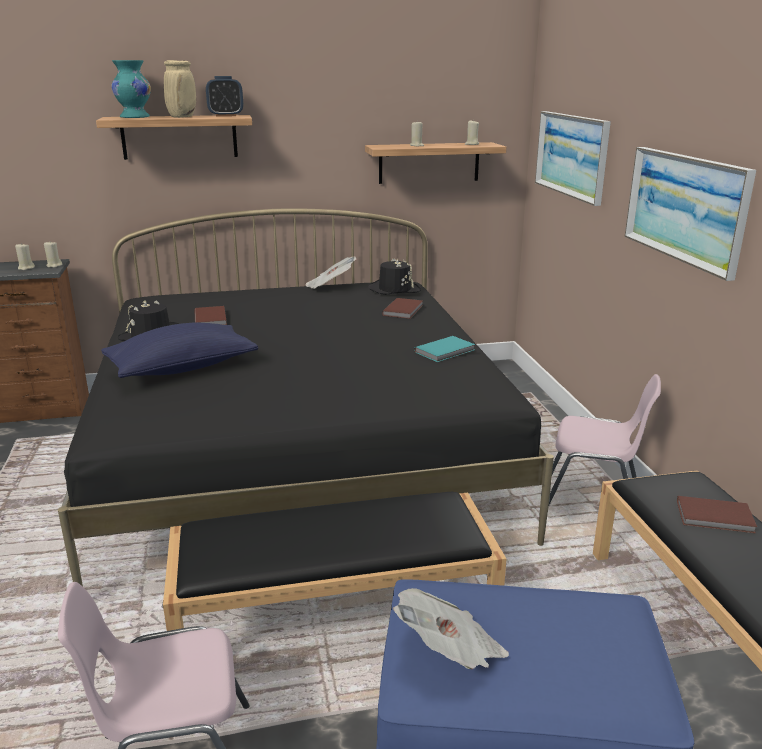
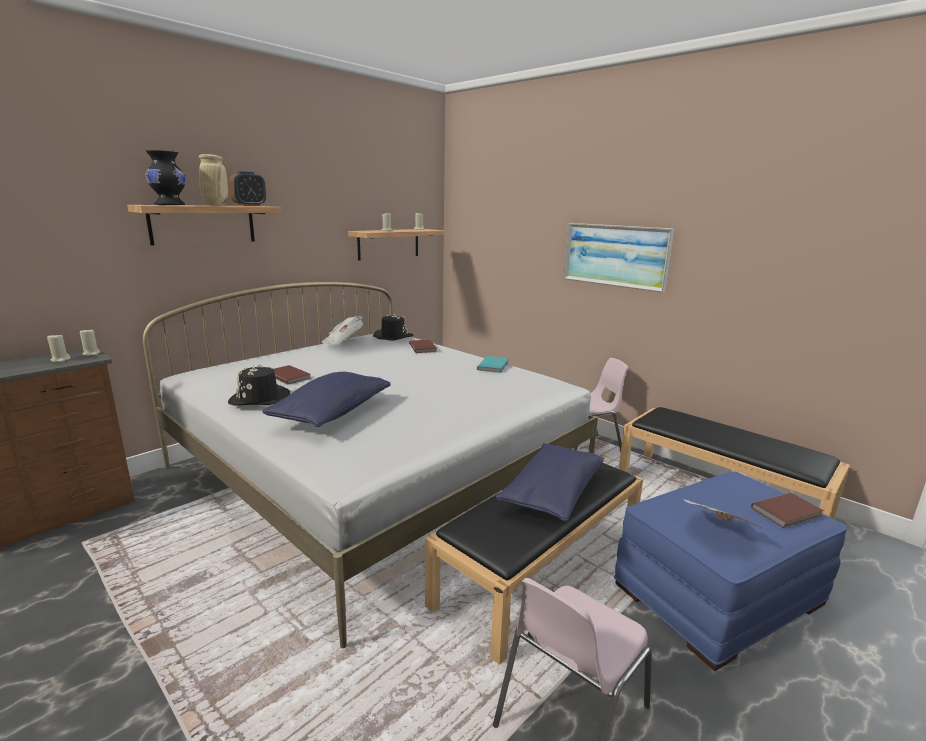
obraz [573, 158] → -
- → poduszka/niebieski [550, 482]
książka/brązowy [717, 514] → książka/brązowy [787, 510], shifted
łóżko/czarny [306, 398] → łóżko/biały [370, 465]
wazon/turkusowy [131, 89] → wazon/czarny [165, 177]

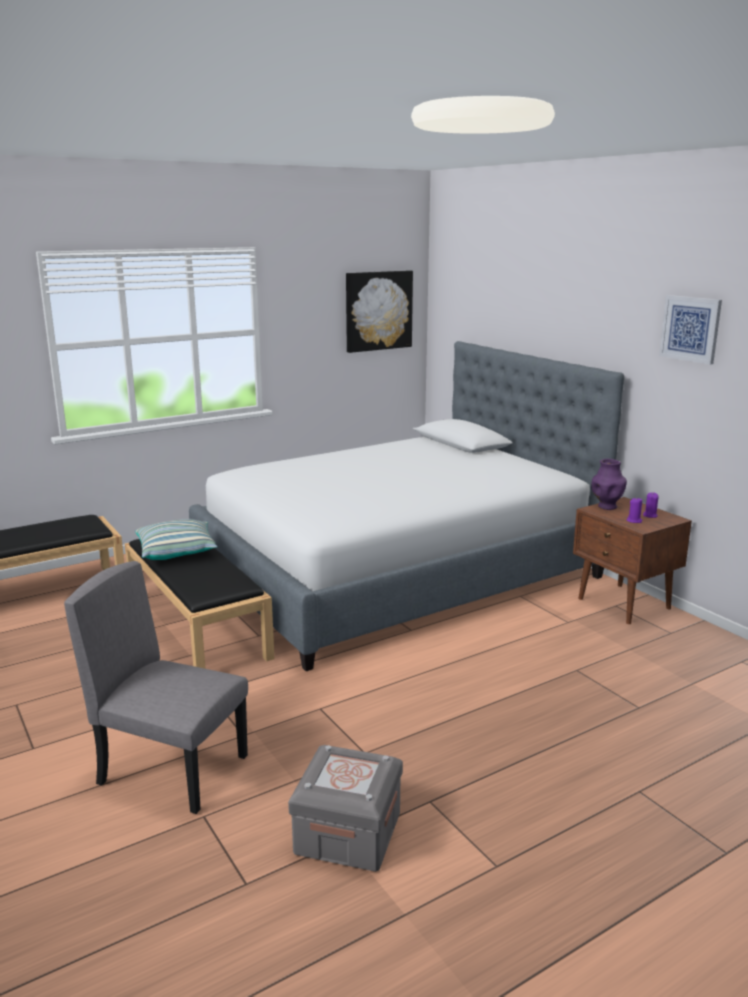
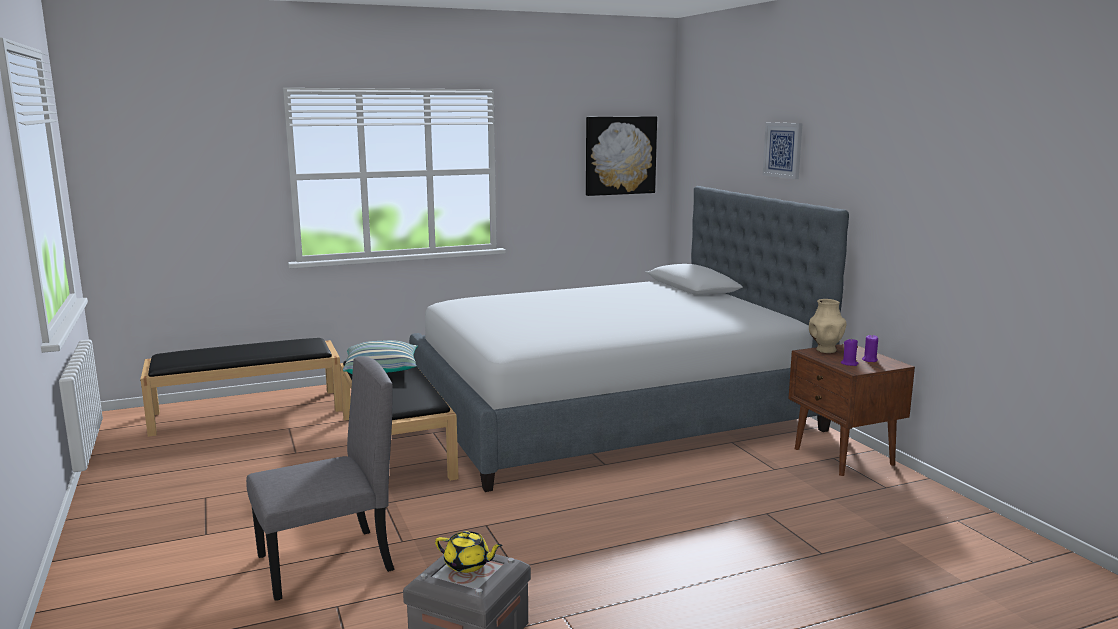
- → imbryk/żółty [469, 552]
obraz [690, 330] → obraz [782, 150], shifted
wazon/fioletowy [609, 484] → wazon/beżowy [828, 326]
krzesło/szary [156, 687] → krzesło/szary [320, 478], 120 degrees clockwise

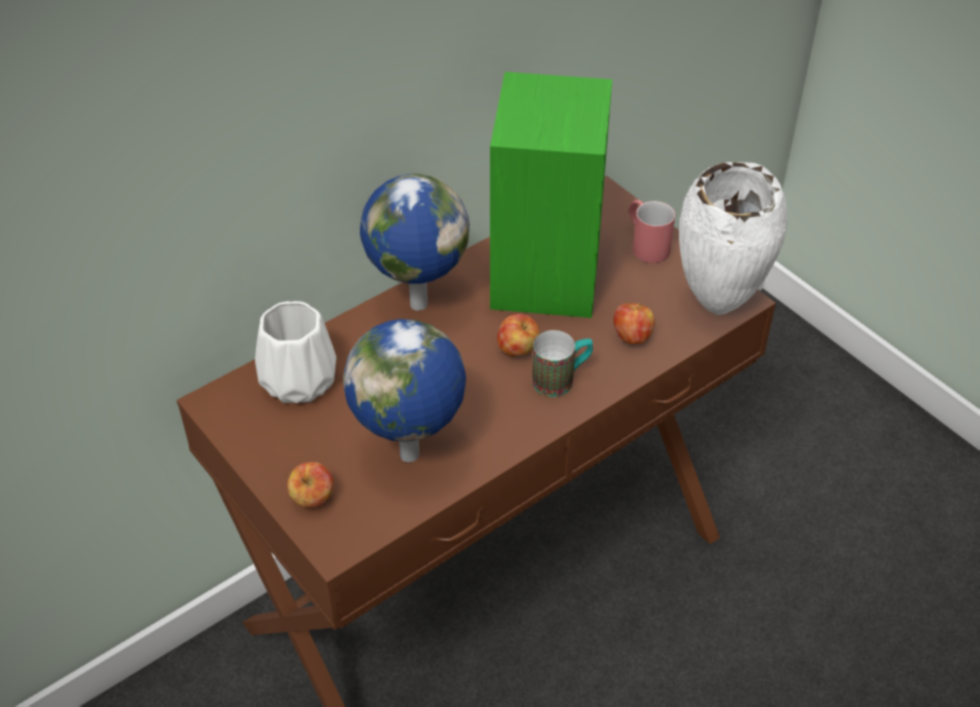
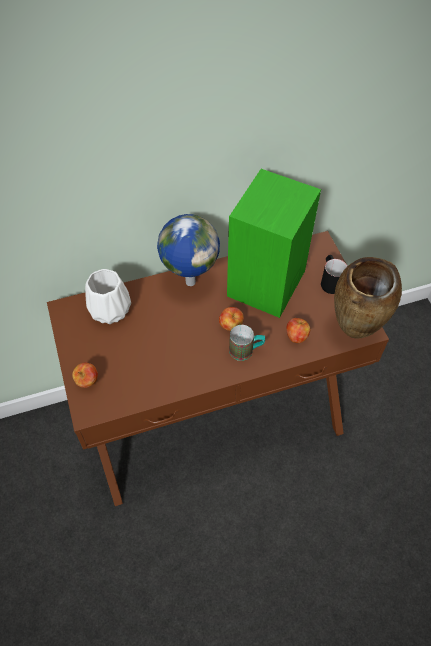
globus [404, 390] → -
kubek/czerwony [651, 231] → kubek/czarny [334, 274]
wazon/biały [733, 238] → wazon/brązowy [368, 298]

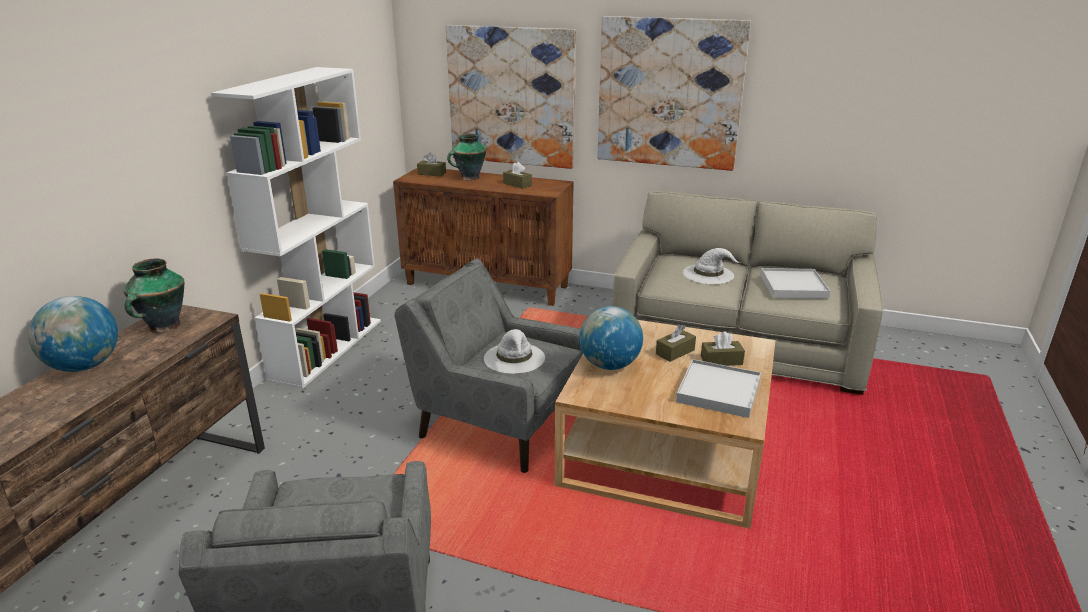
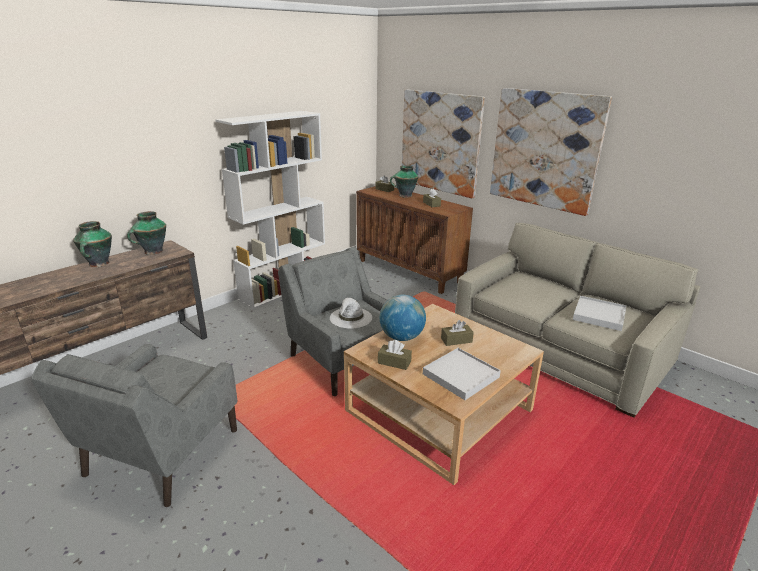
kapelusz/biały [711, 266] → -
pudełko chusteczek/brązowy [723, 348] → pudełko chusteczek/brązowy [395, 355], shifted
globus [73, 334] → wazon [92, 244]

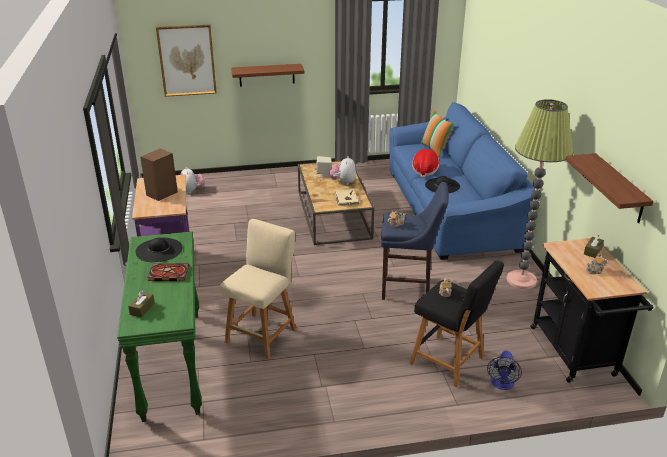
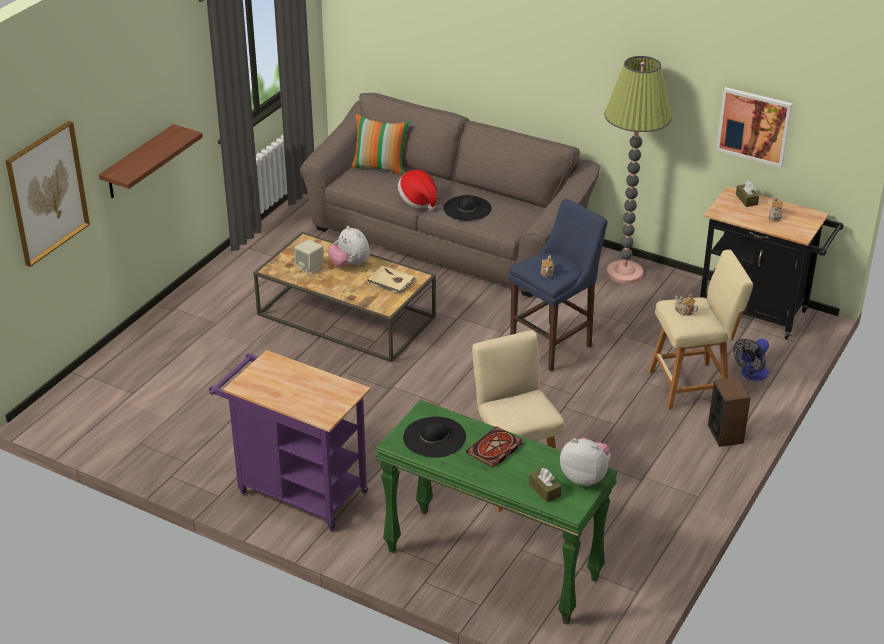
głośnik [159, 175] → głośnik [729, 412], shifted
pluszak [193, 180] → pluszak [585, 462], shifted
półka [609, 188] → obraz [754, 127]
kanapa/niebieski [464, 181] → kanapa/brązowy [450, 195]
stołek/czarny [456, 324] → stołek/beżowy [700, 330]
wentylator [504, 370] → wentylator [751, 360], 75 degrees clockwise

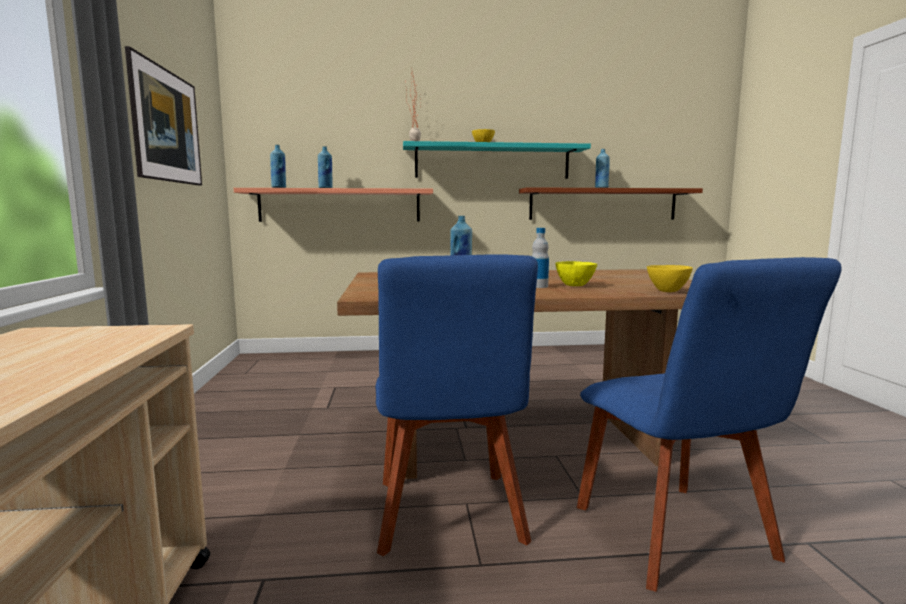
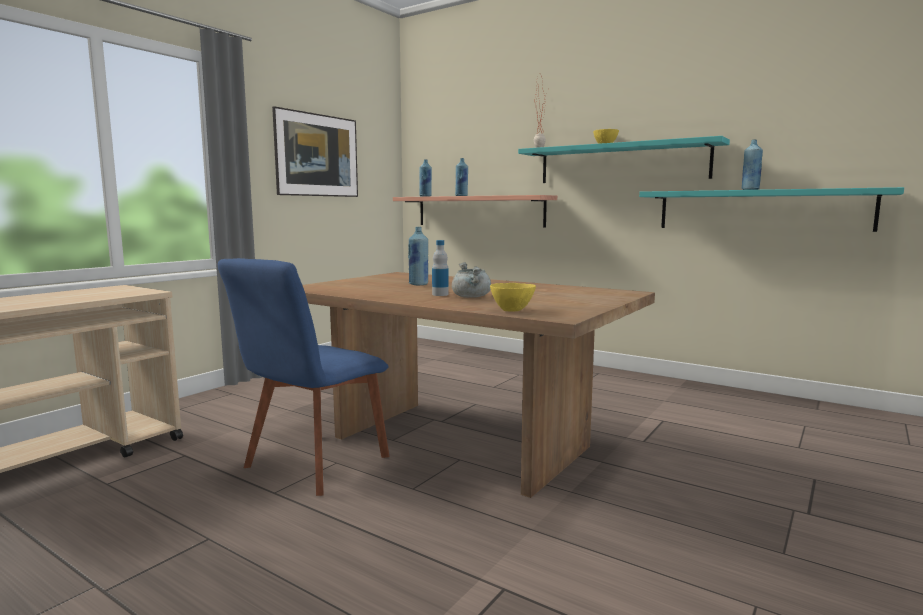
krzesło/niebieski [709, 424] → -
miska/żółty [576, 273] → garnek/szary [471, 280]
półka/brązowy [611, 203] → półka/turkusowy [771, 209]

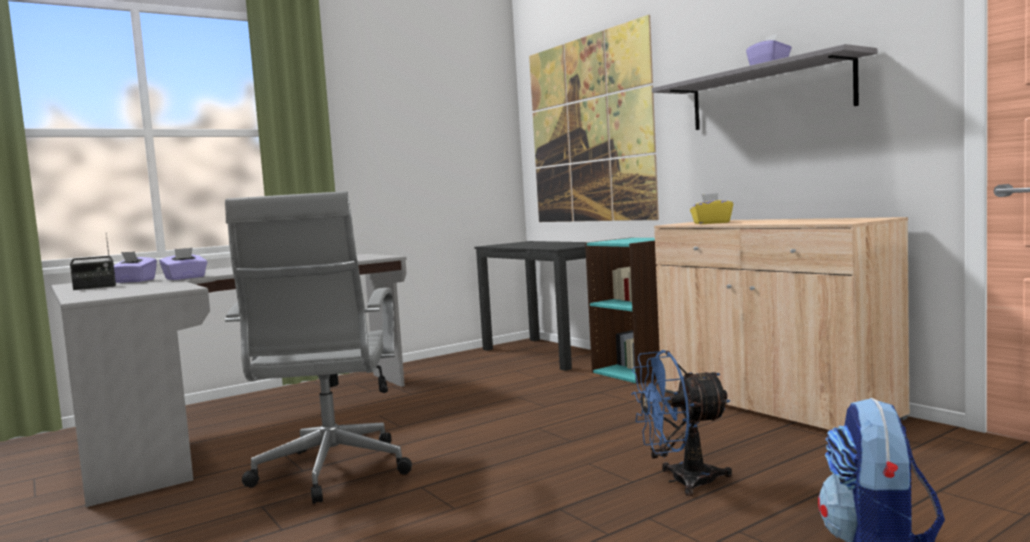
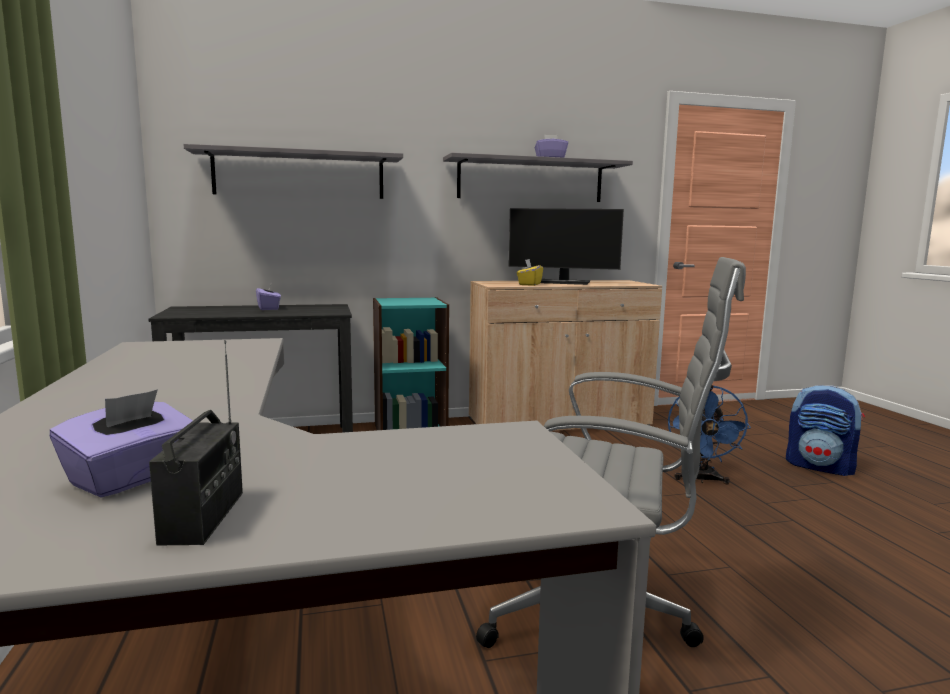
- → monitor [566, 246]
pudełko chusteczek/fioletowy [183, 263] → pudełko chusteczek/fioletowy [268, 297], shifted
obraz [594, 118] → półka/szary [293, 171]

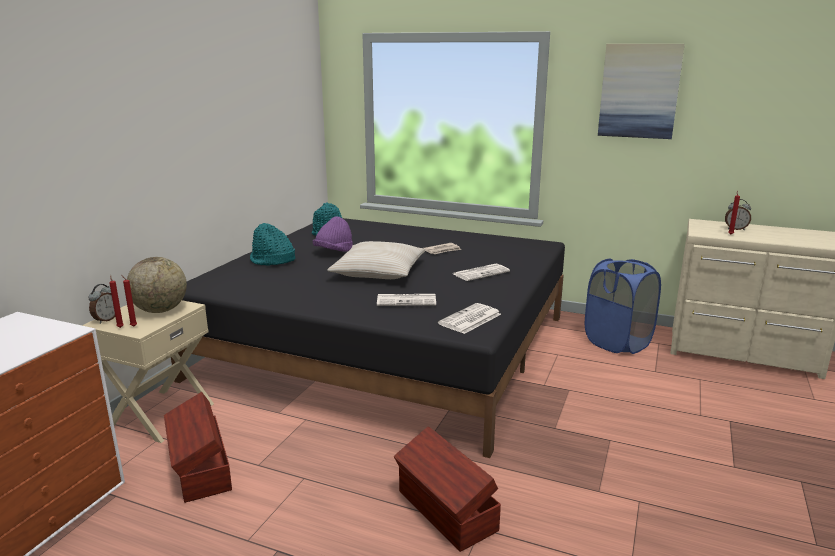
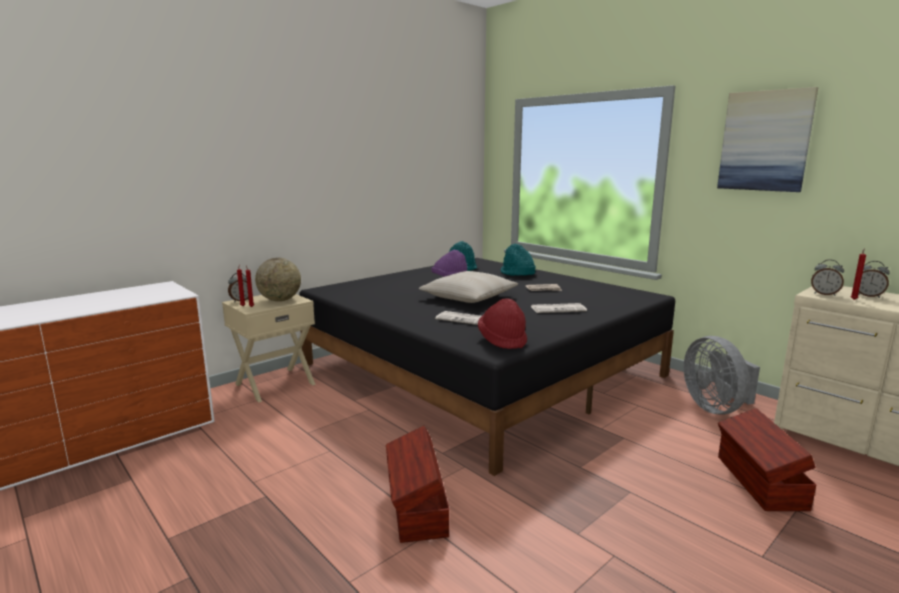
- → budzik [827, 277]
pojemnik do przechowywania/brązowy [198, 447] → pojemnik do przechowywania/brązowy [767, 459], shifted
kapelusz/turkusowy [272, 244] → kapelusz/turkusowy [518, 260], shifted
gazeta [469, 318] → kapelusz/czerwony [502, 323]
kosz na pranie/niebieski [623, 306] → wentylator/szary [721, 375]

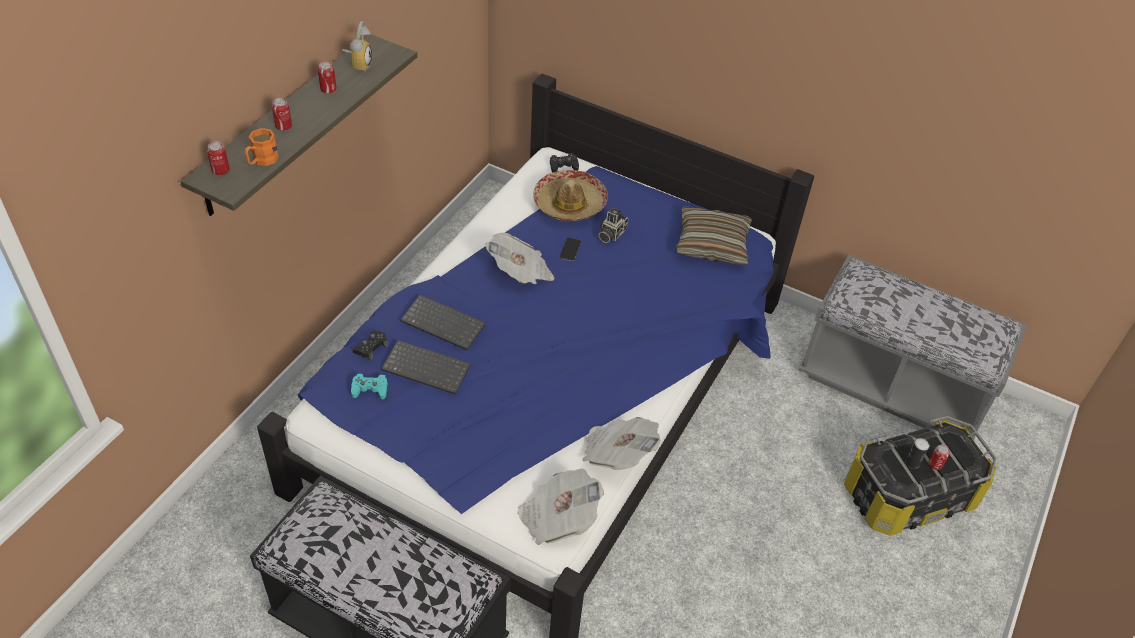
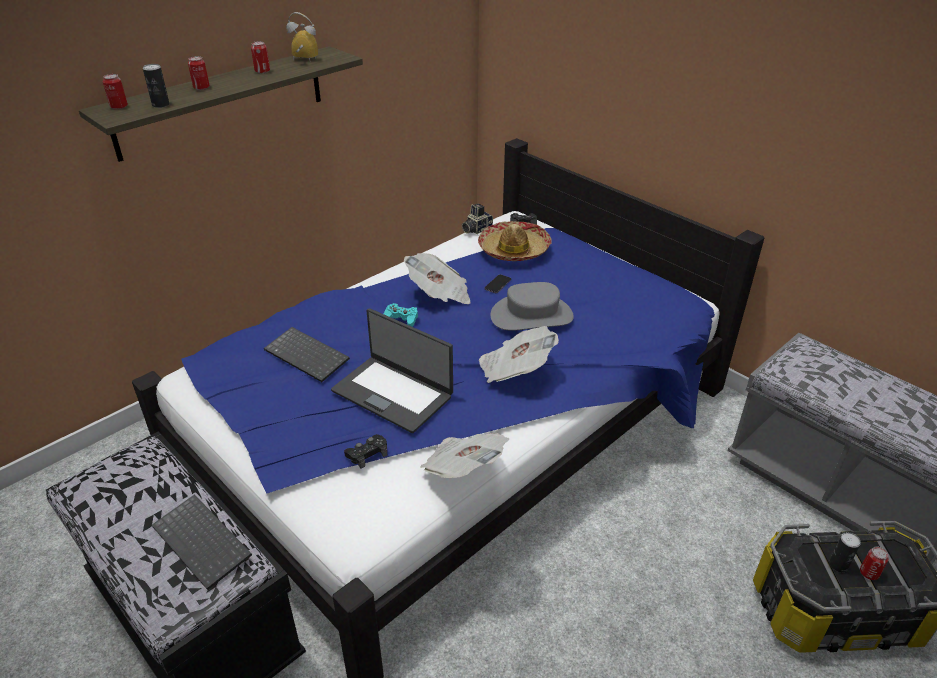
poduszka [714, 235] → -
- → laptop [392, 370]
- → kapelusz/szary [532, 306]
pad do gier/turkusowy [369, 386] → pad do gier/turkusowy [401, 315], shifted
pad do gier/czarny [370, 345] → pad do gier/czarny [365, 451], shifted
klawiatura [443, 322] → klawiatura [202, 542], shifted
gazeta [560, 506] → gazeta [519, 354], shifted
aparat fotograficzny [613, 225] → aparat fotograficzny [477, 218], shifted
kubek/pomarańczowy [262, 147] → puszka [156, 86]
budzik [357, 46] → budzik [302, 36], 105 degrees counterclockwise

